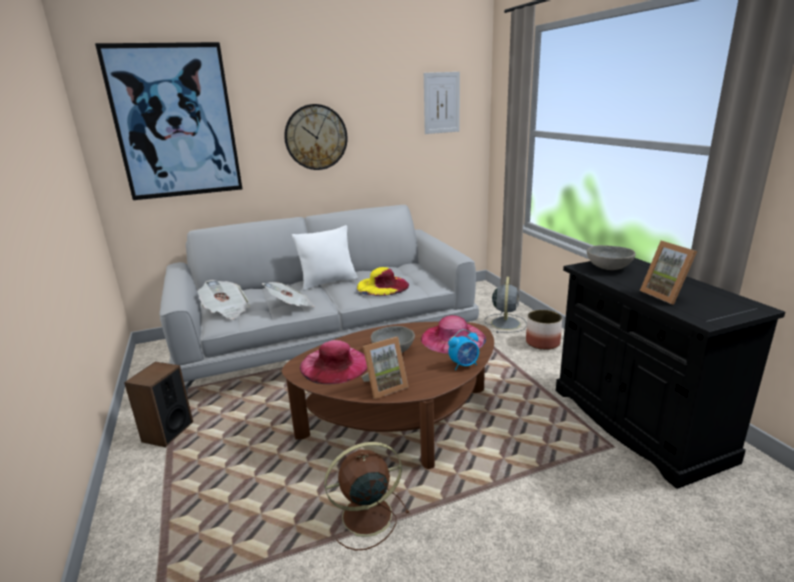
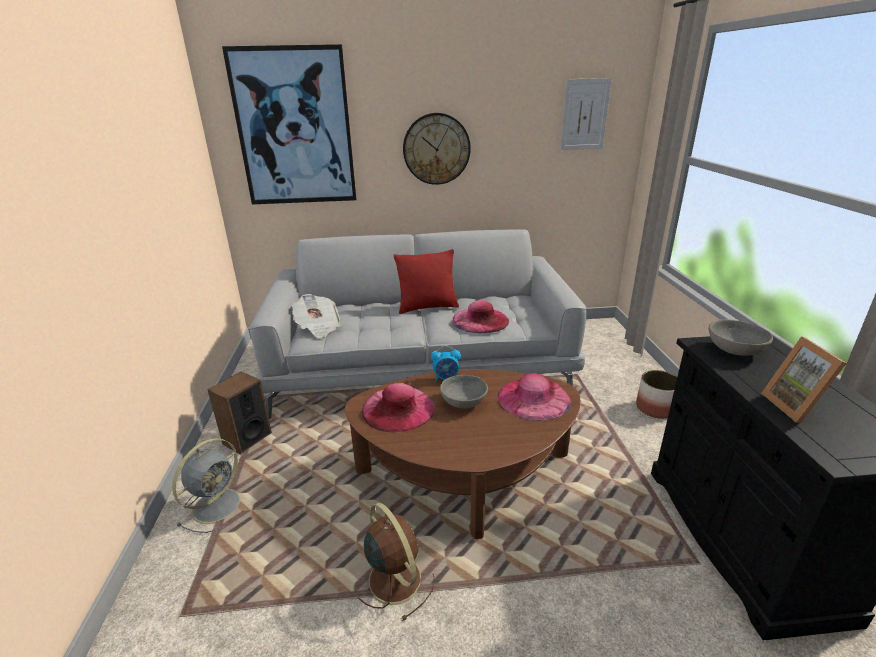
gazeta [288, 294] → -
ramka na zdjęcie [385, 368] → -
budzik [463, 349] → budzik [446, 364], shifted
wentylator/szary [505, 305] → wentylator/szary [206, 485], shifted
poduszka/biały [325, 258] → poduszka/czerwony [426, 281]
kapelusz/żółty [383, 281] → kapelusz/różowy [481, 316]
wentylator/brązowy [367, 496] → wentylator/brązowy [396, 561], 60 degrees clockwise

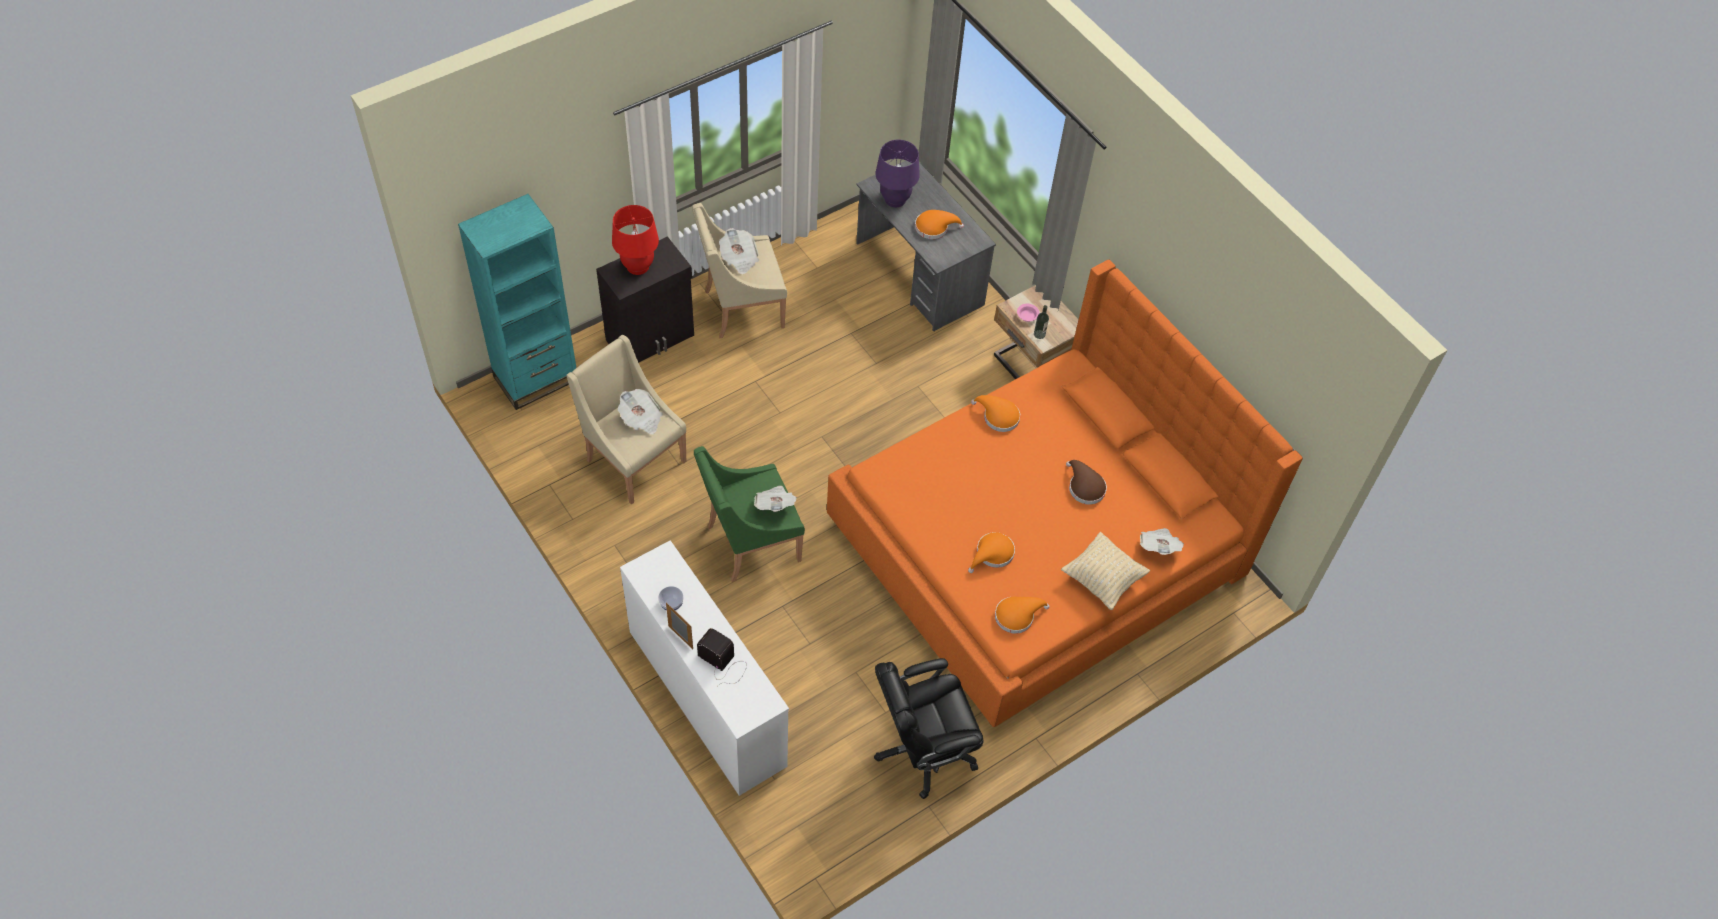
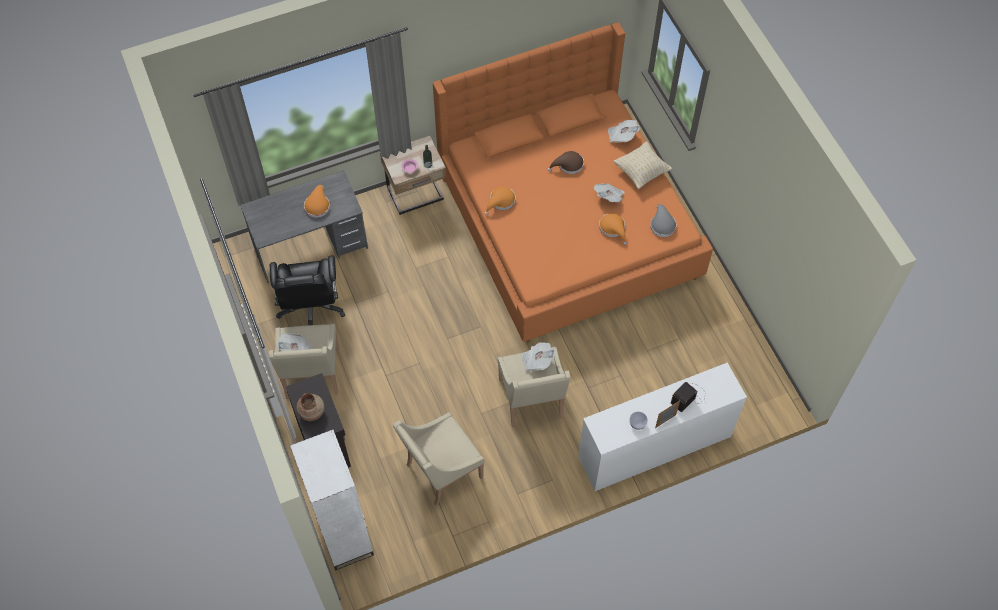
lampa stołowa/fioletowy [897, 173] → -
gazeta [640, 412] → gazeta [609, 192], shifted
krzesło biurowe/czarny [929, 728] → krzesło biurowe/czarny [307, 290], shifted
lampa stołowa/czerwony [635, 240] → wazon/brązowy [310, 407]
regał/turkusowy [517, 302] → regał/biały [332, 500]
fotel/zielony [749, 514] → fotel/beżowy [534, 387]
kapelusz/pomarańczowy [1022, 615] → kapelusz/szary [663, 220]

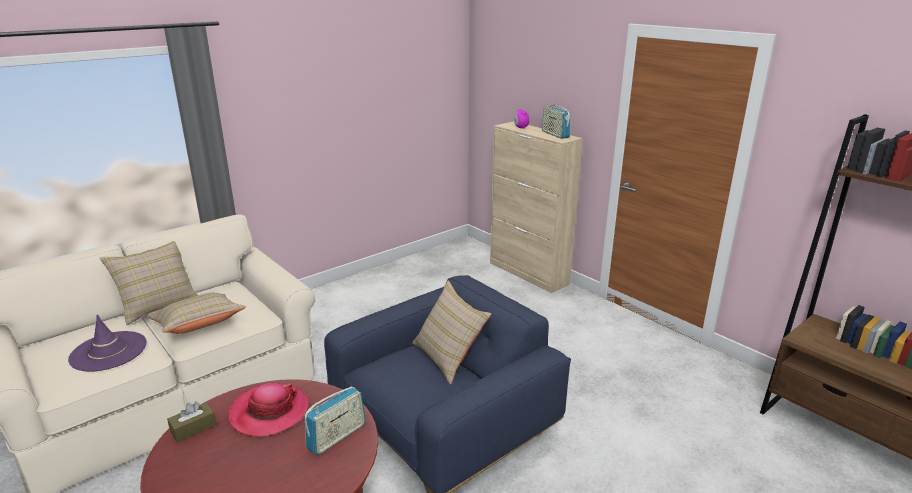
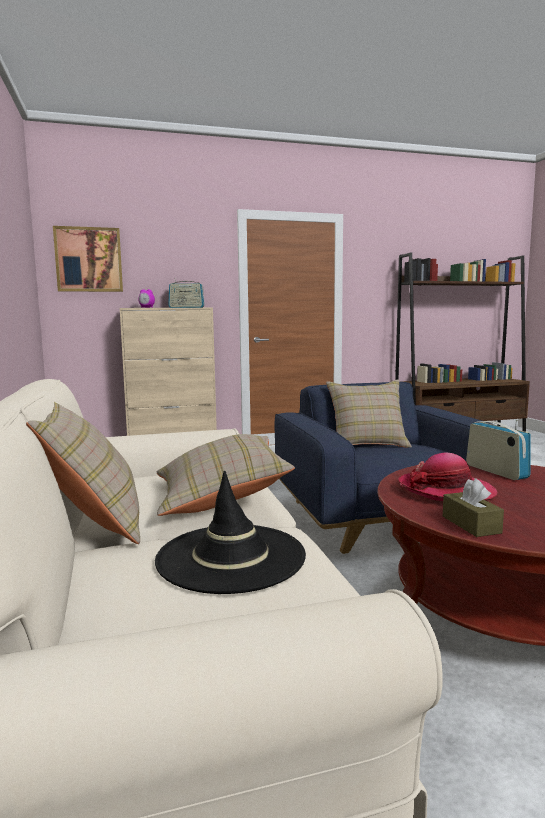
- → obraz [88, 259]
kapelusz/fioletowy [107, 343] → kapelusz/czarny [230, 532]

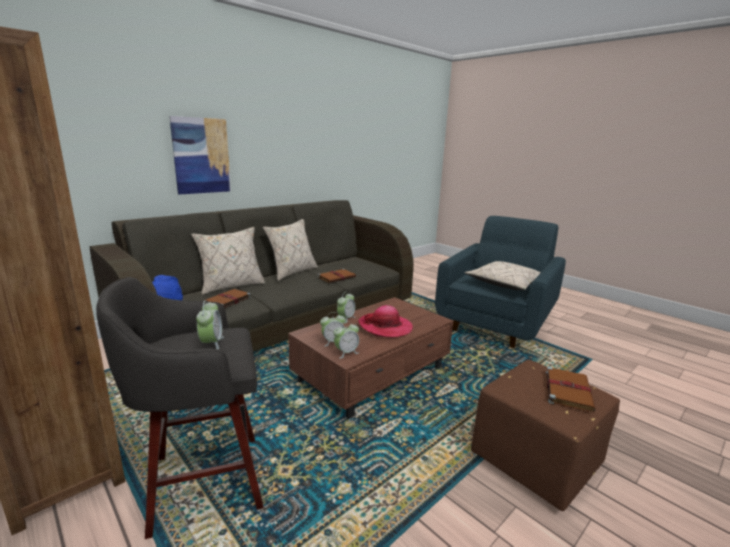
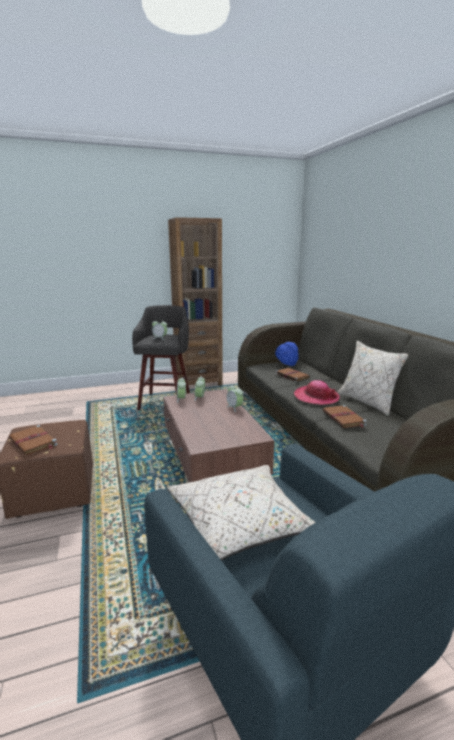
obraz [200, 155] → -
poduszka/beżowy [228, 261] → -
kapelusz [385, 321] → kapelusz [317, 392], shifted

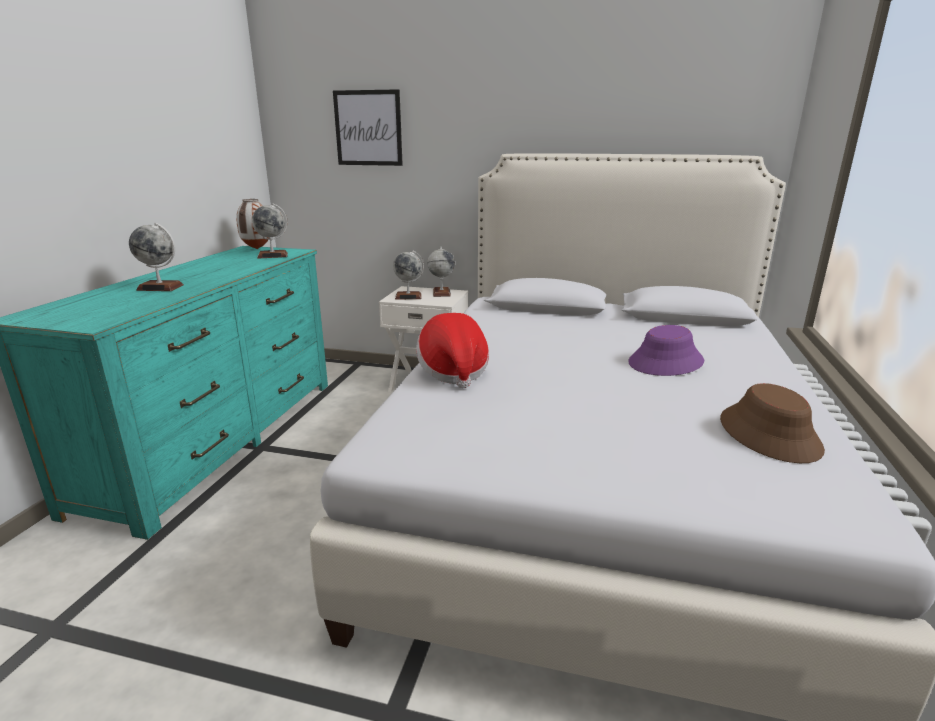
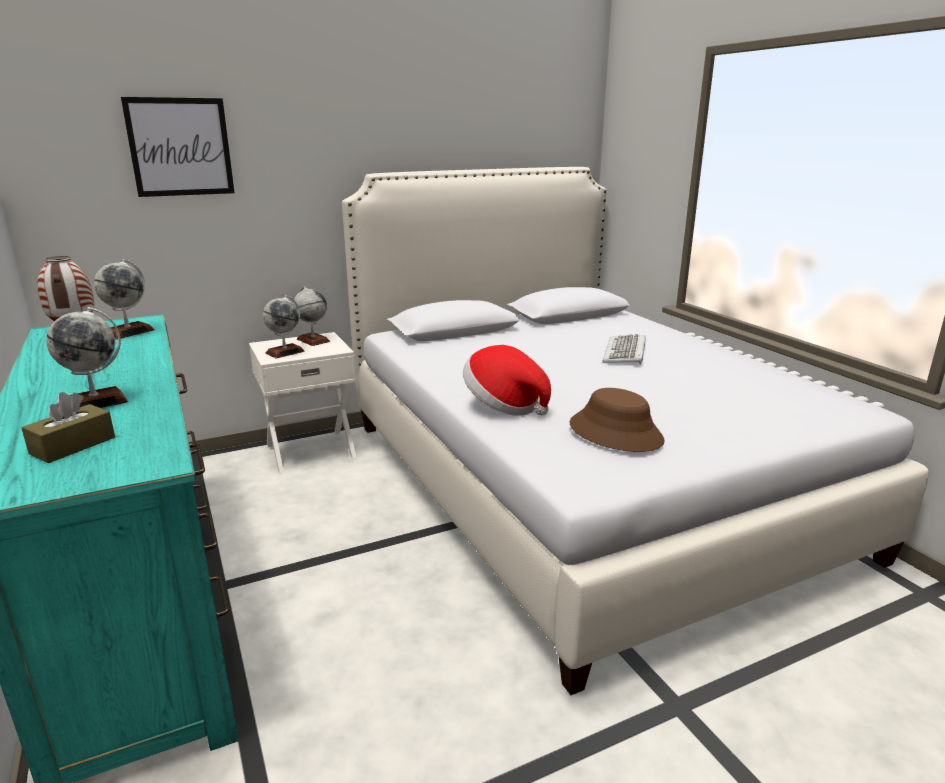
- → pudełko chusteczek/brązowy [68, 427]
kapelusz/brązowy [772, 423] → kapelusz/brązowy [617, 420], shifted
kapelusz/fioletowy [666, 350] → klawiatura [624, 349]

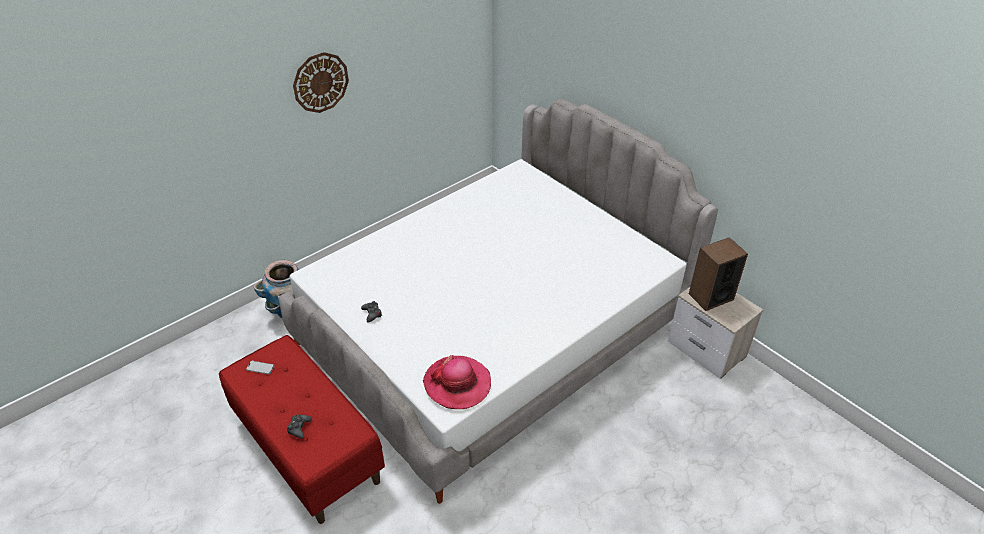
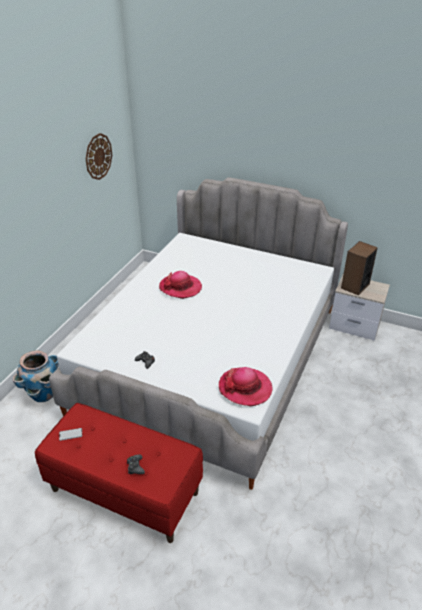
- → kapelusz [180, 285]
zegar ścienny [321, 82] → zegar ścienny [99, 156], shifted

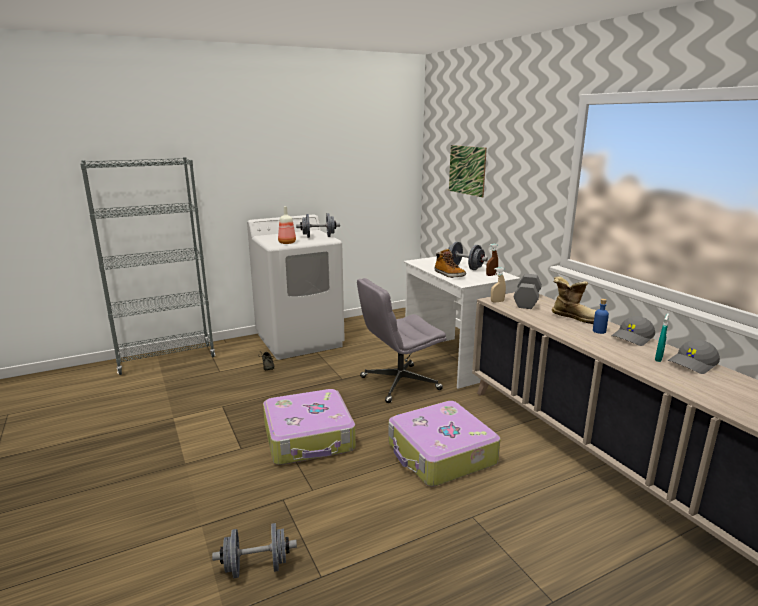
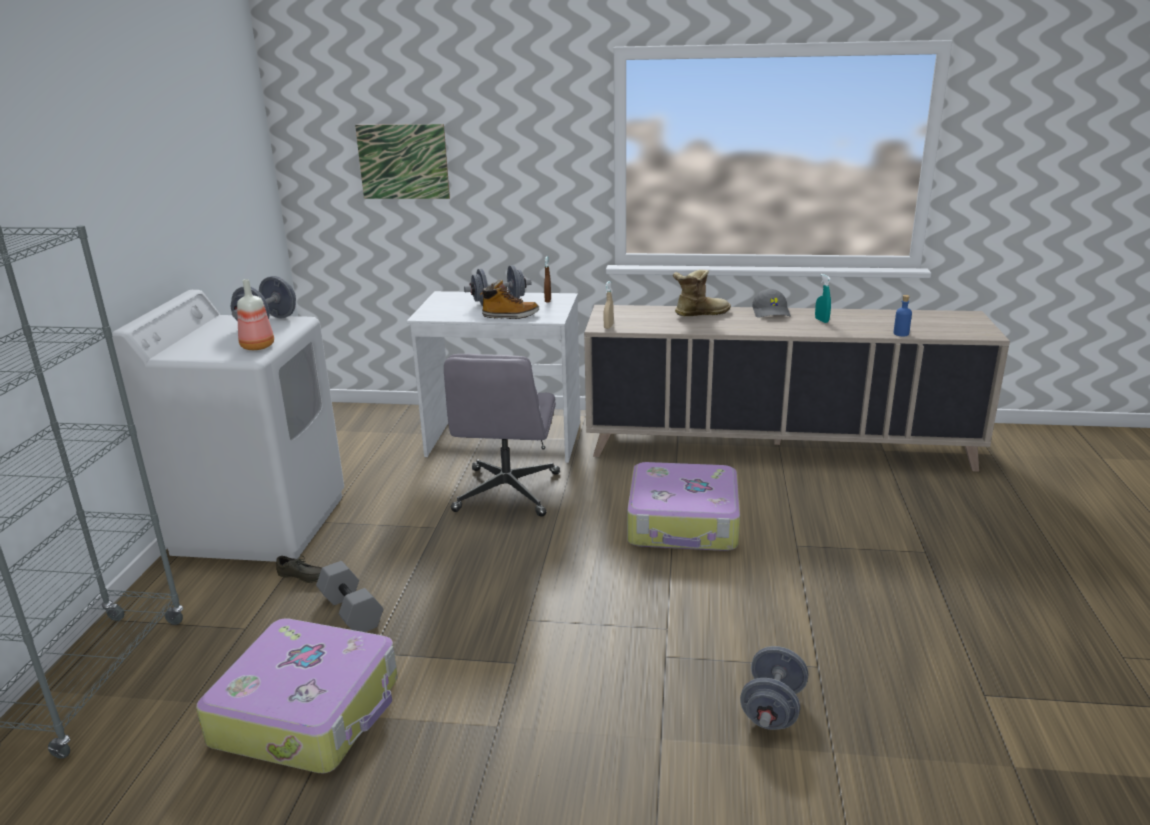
czapka z daszkiem/szary [693, 357] → -
walizka [309, 427] → walizka [297, 696], shifted
hantel/szary [527, 291] → hantel/szary [350, 596], shifted
butelka/niebieski [601, 316] → butelka/niebieski [903, 315], shifted

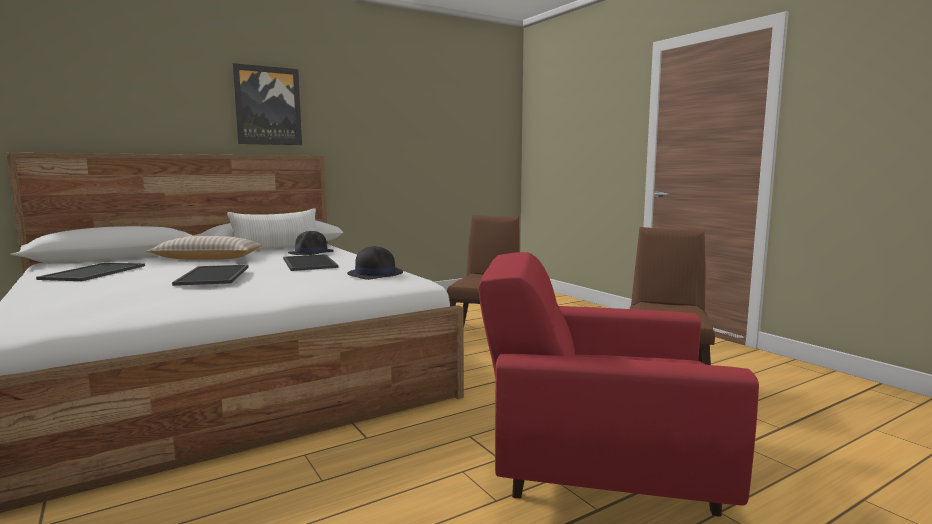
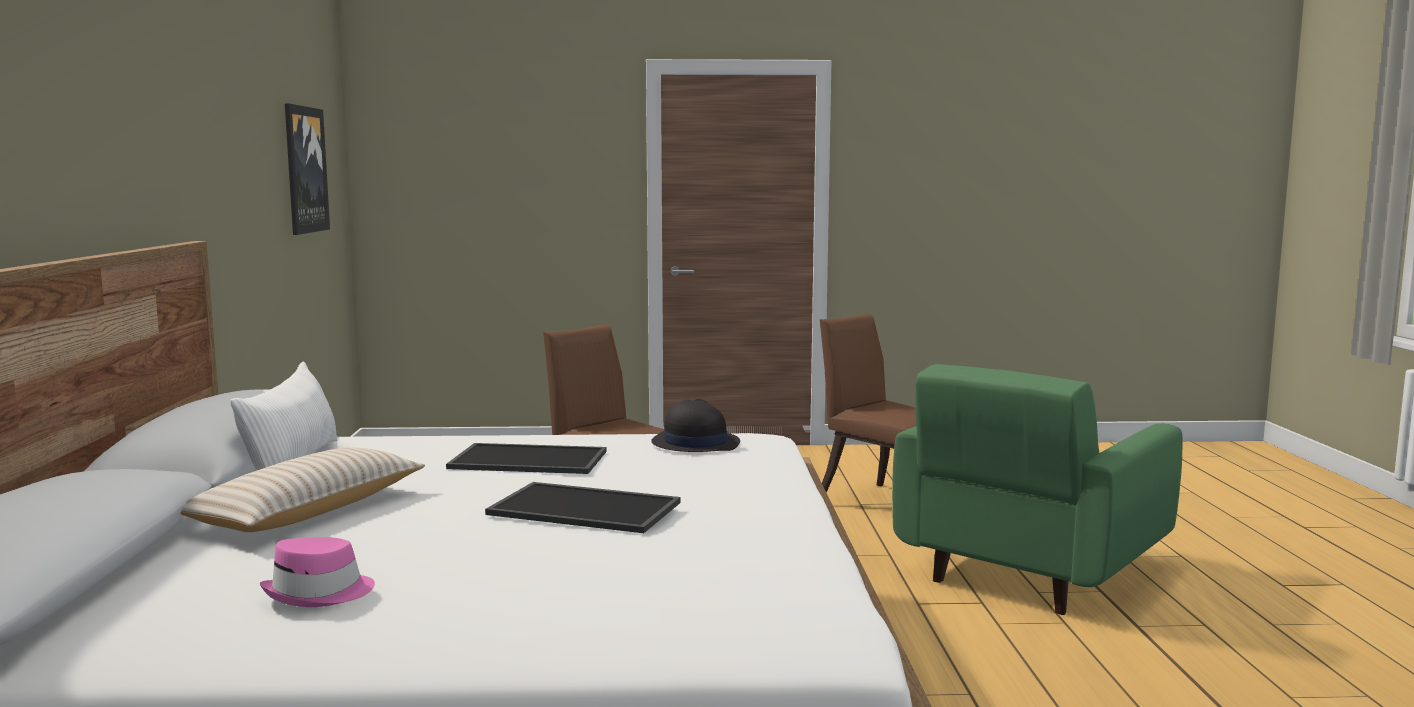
kapelusz/czarny [311, 243] → -
obraz [267, 104] → obraz [307, 169], shifted
taca [90, 271] → kapelusz/różowy [317, 572]
fotel/czerwony [619, 384] → fotel/zielony [1037, 489]

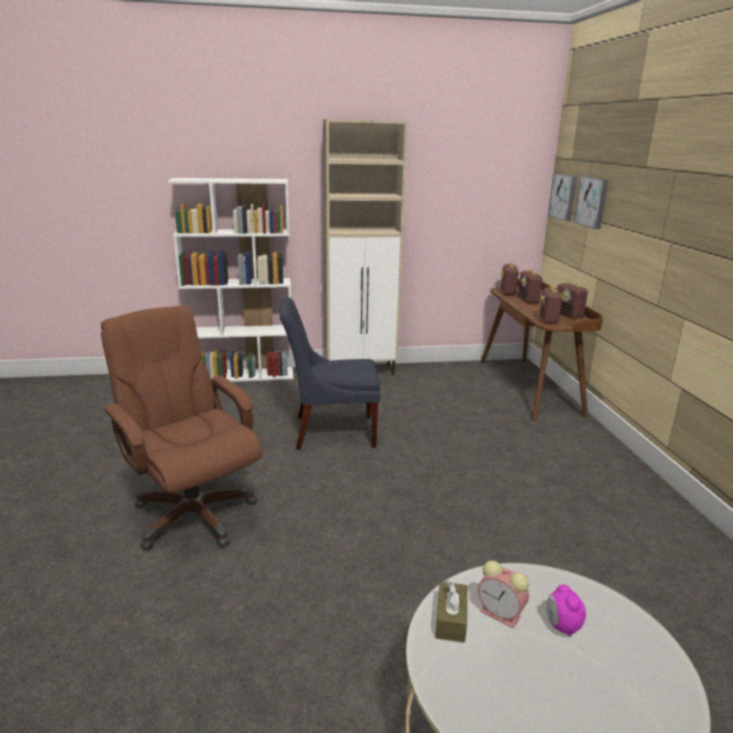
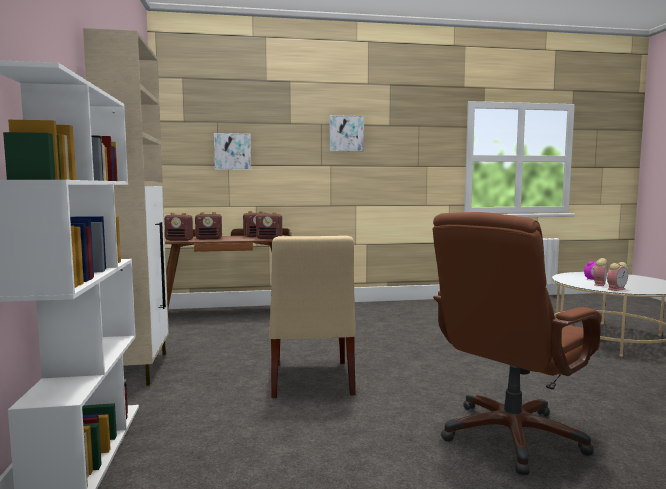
obraz [562, 197] → obraz [346, 133], shifted
pudełko chusteczek/brązowy [451, 611] → budzik [617, 276]
krzesło/niebieski [330, 373] → krzesło/beżowy [313, 317]

